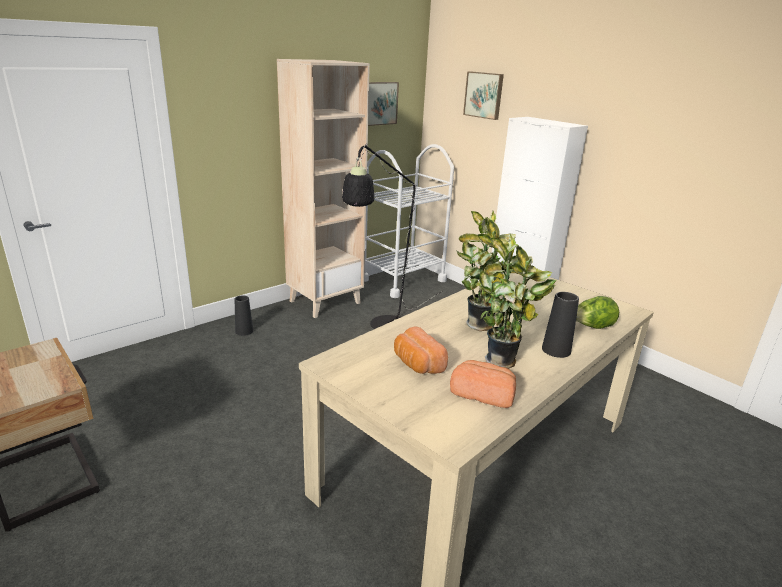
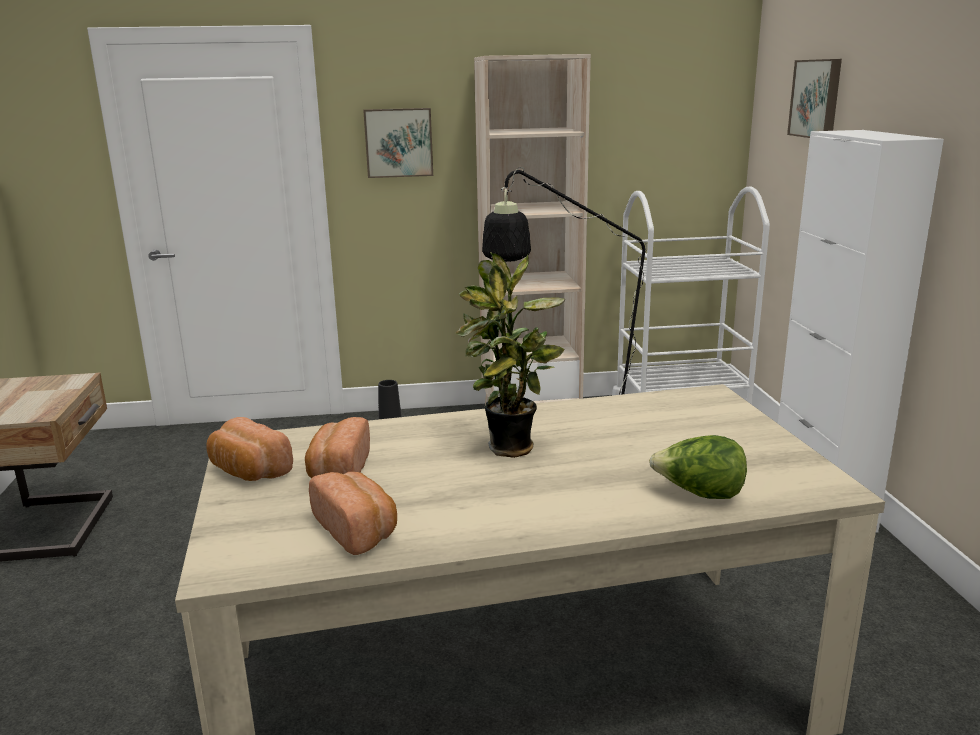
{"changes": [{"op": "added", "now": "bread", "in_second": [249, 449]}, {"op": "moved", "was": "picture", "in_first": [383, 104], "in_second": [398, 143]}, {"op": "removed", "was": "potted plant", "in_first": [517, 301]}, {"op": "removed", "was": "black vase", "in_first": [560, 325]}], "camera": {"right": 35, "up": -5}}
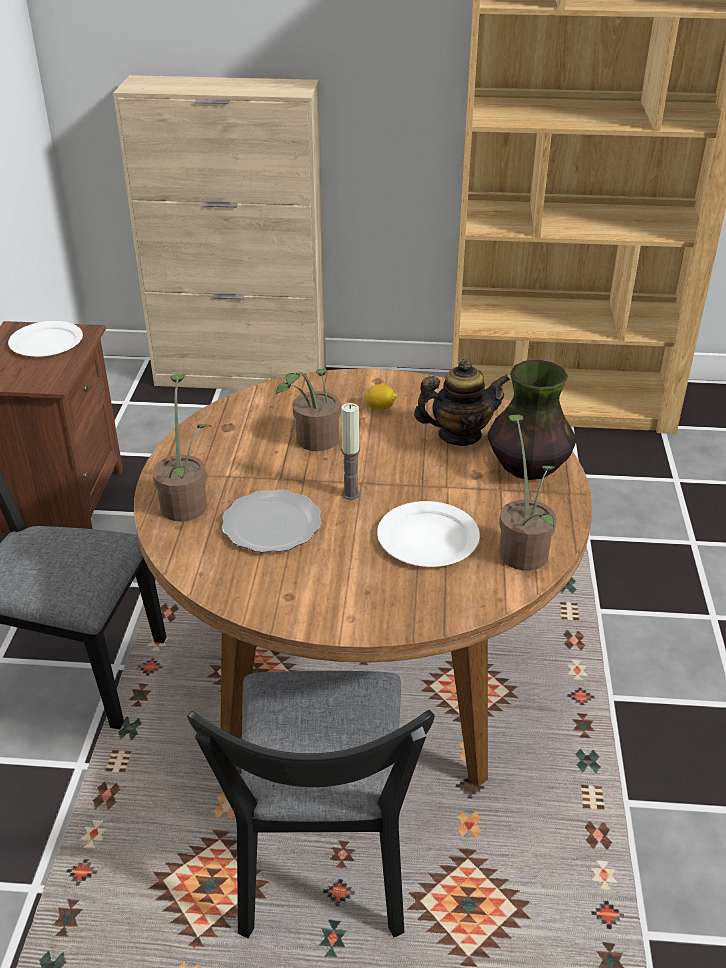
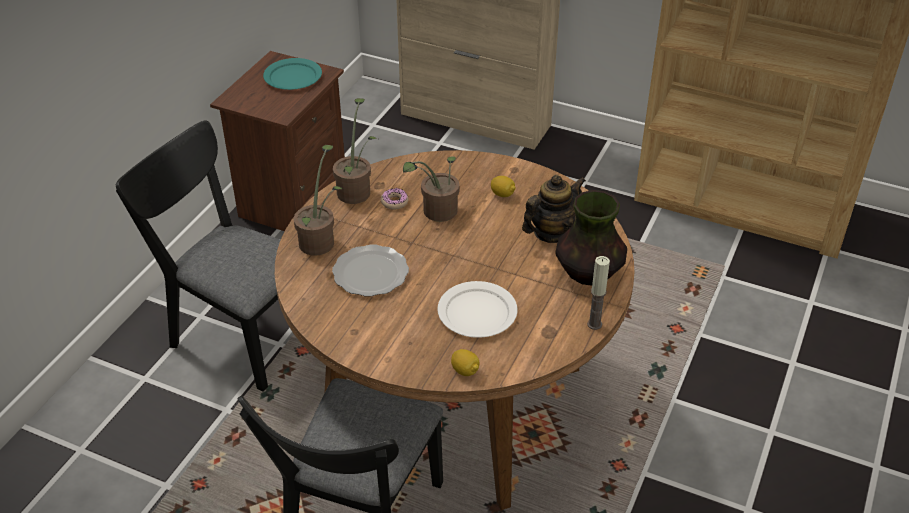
{"changes": [{"op": "recoloured", "was": "white plate", "now": "turquoise plate", "in_first": [45, 339], "in_second": [292, 74]}, {"op": "moved", "was": "potted plant", "in_first": [528, 492], "in_second": [355, 151]}, {"op": "added", "now": "donut", "in_second": [394, 199]}, {"op": "added", "now": "lemon", "in_second": [465, 362]}, {"op": "turned", "was": "teapot", "in_first": [462, 402], "in_second": [554, 209], "clockwise": -45}, {"op": "moved", "was": "candle", "in_first": [350, 451], "in_second": [598, 293]}], "camera": {"right": 20, "up": 5}}
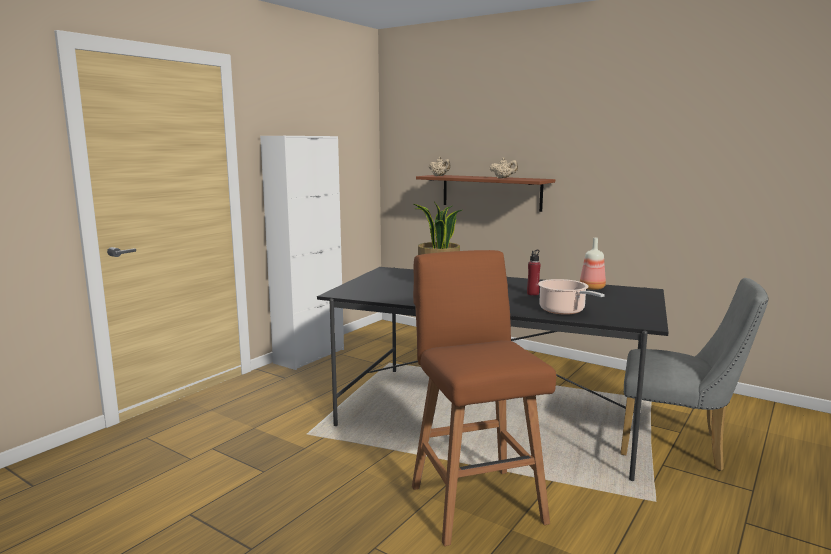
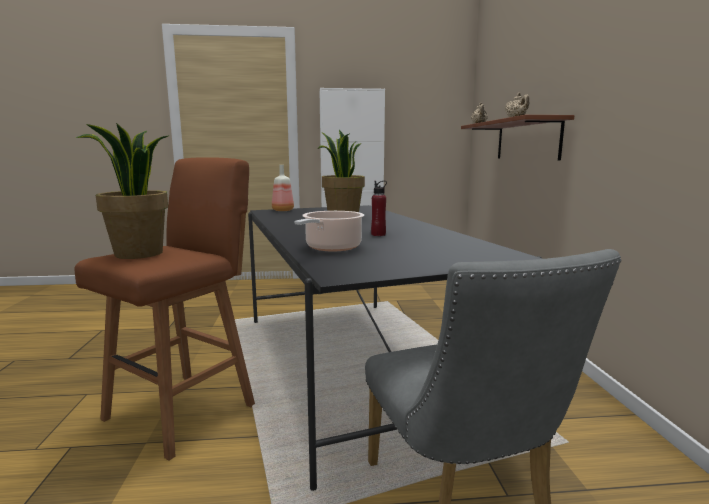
{"changes": [{"op": "added", "now": "potted plant", "in_second": [122, 191]}, {"op": "moved", "was": "bottle", "in_first": [593, 264], "in_second": [283, 188]}], "camera": {"right": 50, "up": 0}}
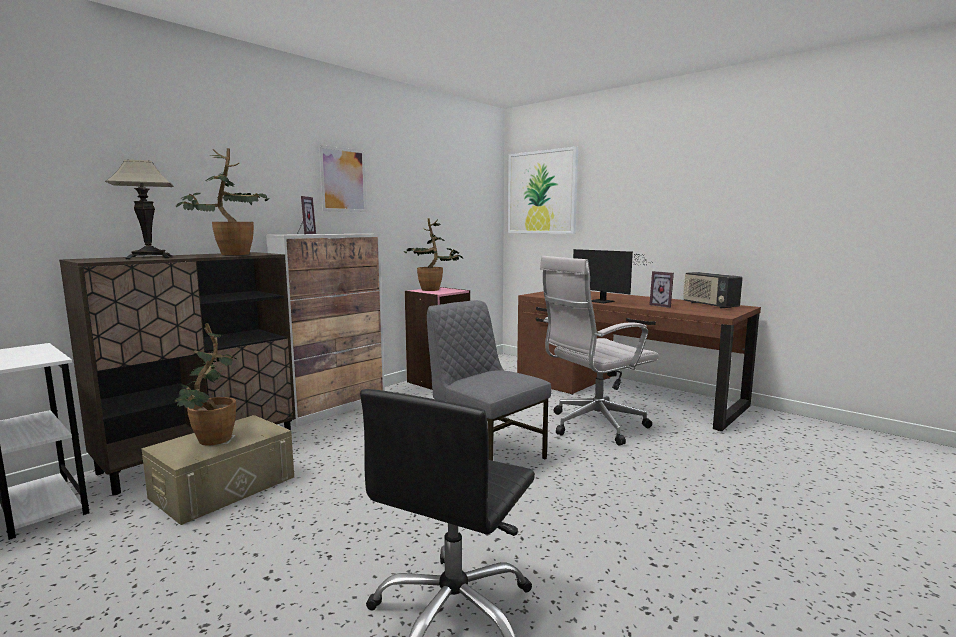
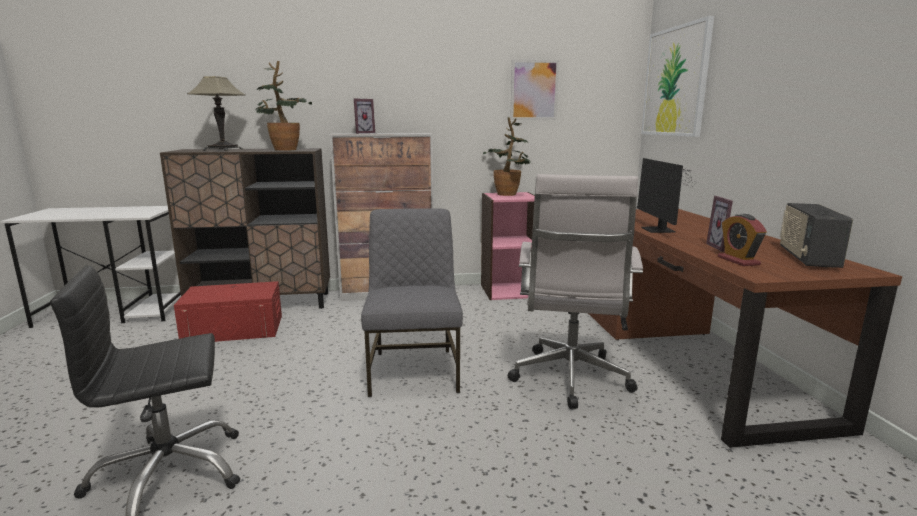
{"changes": [{"op": "recoloured", "was": "beige storage box", "now": "red storage box", "in_first": [217, 470], "in_second": [228, 311]}, {"op": "turned", "was": "white office chair", "in_first": [599, 351], "in_second": [575, 291], "clockwise": -90}, {"op": "moved", "was": "picture", "in_first": [343, 178], "in_second": [534, 89]}, {"op": "added", "now": "alarm clock", "in_second": [742, 240]}, {"op": "removed", "was": "potted plant", "in_first": [205, 384]}], "camera": {"right": 40, "up": 5}}
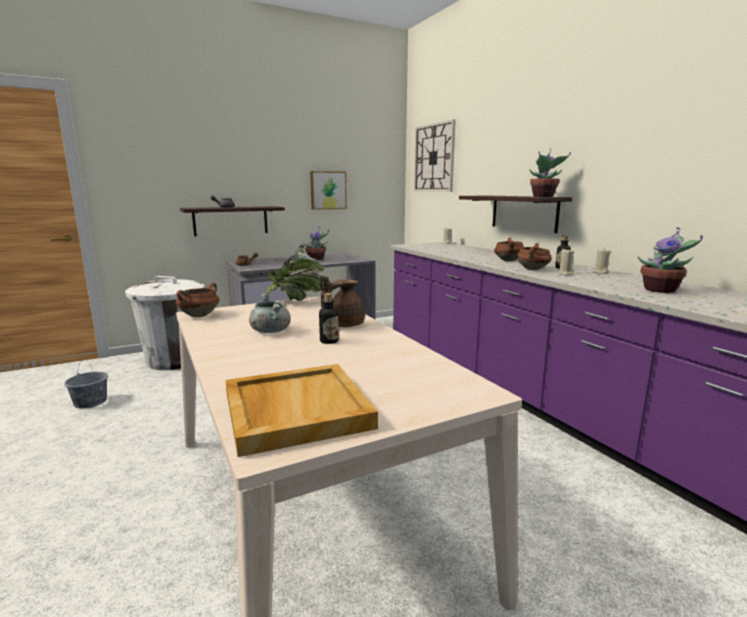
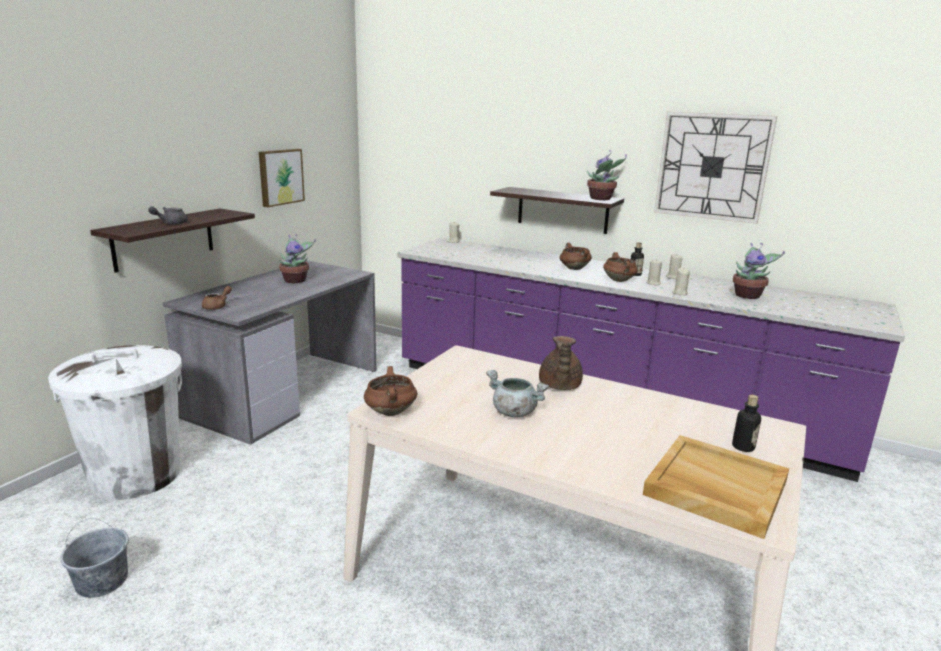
{"changes": [{"op": "moved", "was": "wall clock", "in_first": [435, 155], "in_second": [715, 168]}, {"op": "added", "now": "beige candle", "in_second": [681, 281]}, {"op": "moved", "was": "bottle", "in_first": [329, 318], "in_second": [746, 423]}, {"op": "removed", "was": "potted plant", "in_first": [296, 273]}], "camera": {"right": -35, "up": 5}}
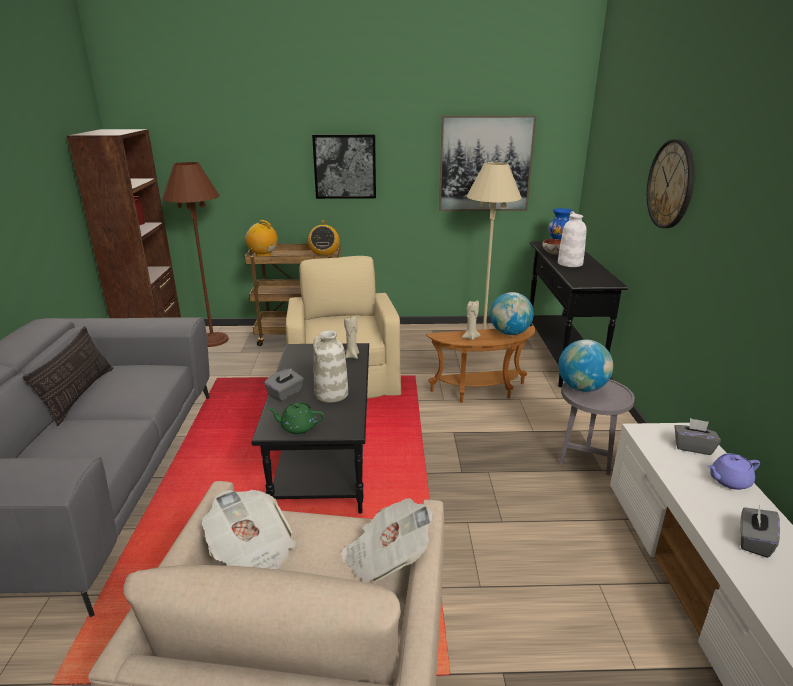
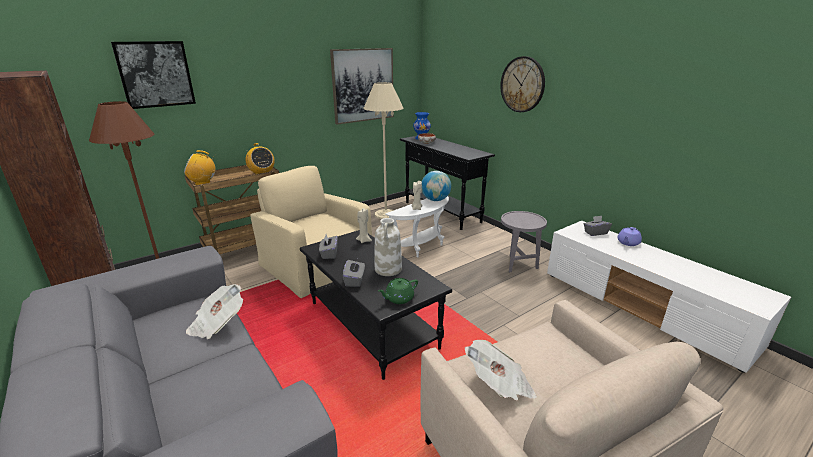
{"changes": [{"op": "moved", "was": "picture", "in_first": [344, 166], "in_second": [153, 75]}, {"op": "moved", "was": "newspaper", "in_first": [387, 540], "in_second": [214, 311]}, {"op": "moved", "was": "grey tissue box", "in_first": [760, 531], "in_second": [328, 246]}, {"op": "recoloured", "was": "brown side table", "now": "white side table", "in_first": [481, 364], "in_second": [417, 226]}, {"op": "removed", "was": "pillow", "in_first": [68, 376]}, {"op": "removed", "was": "white vase", "in_first": [572, 239]}, {"op": "removed", "was": "globe", "in_first": [585, 365]}], "camera": {"right": -35, "up": 0}}
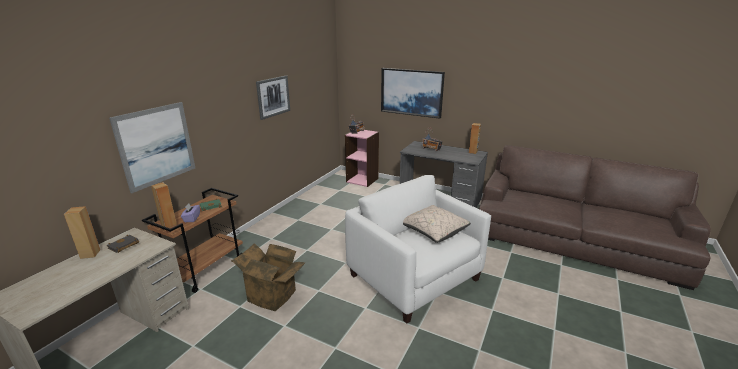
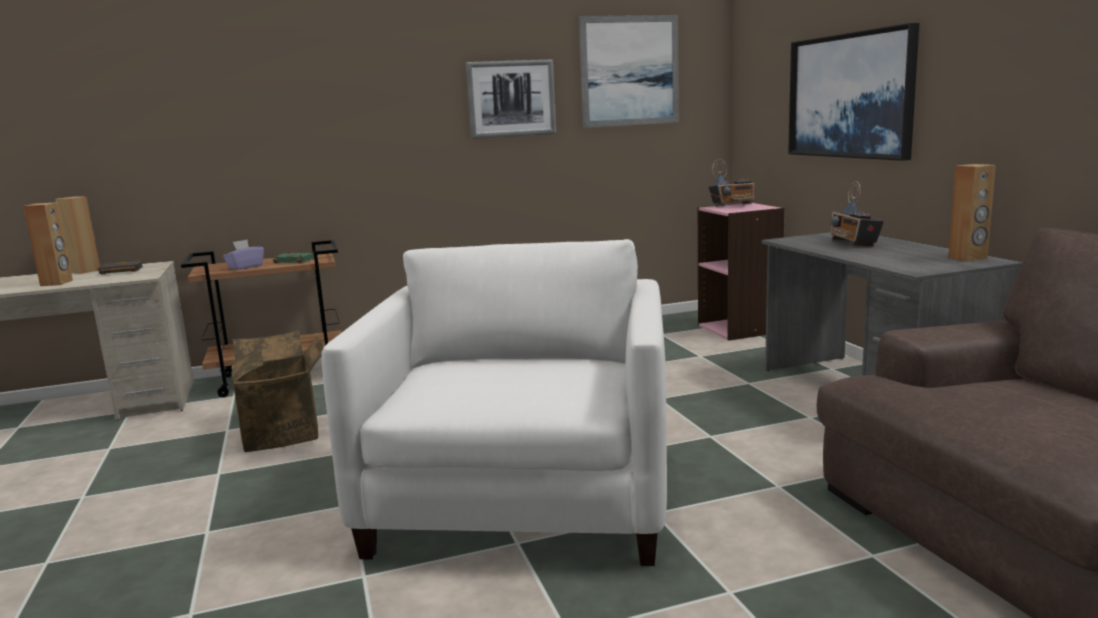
{"changes": [{"op": "moved", "was": "brown speaker", "in_first": [164, 205], "in_second": [48, 244]}, {"op": "moved", "was": "picture", "in_first": [152, 147], "in_second": [629, 71]}, {"op": "removed", "was": "beige pillow", "in_first": [437, 224]}], "camera": {"right": 45, "up": -10}}
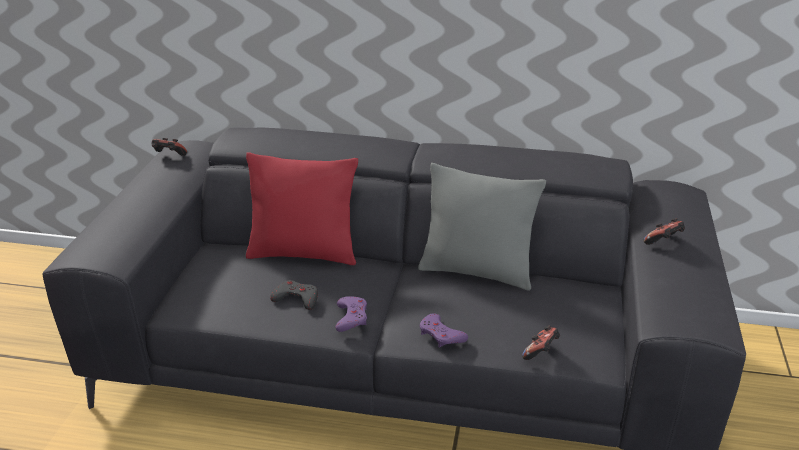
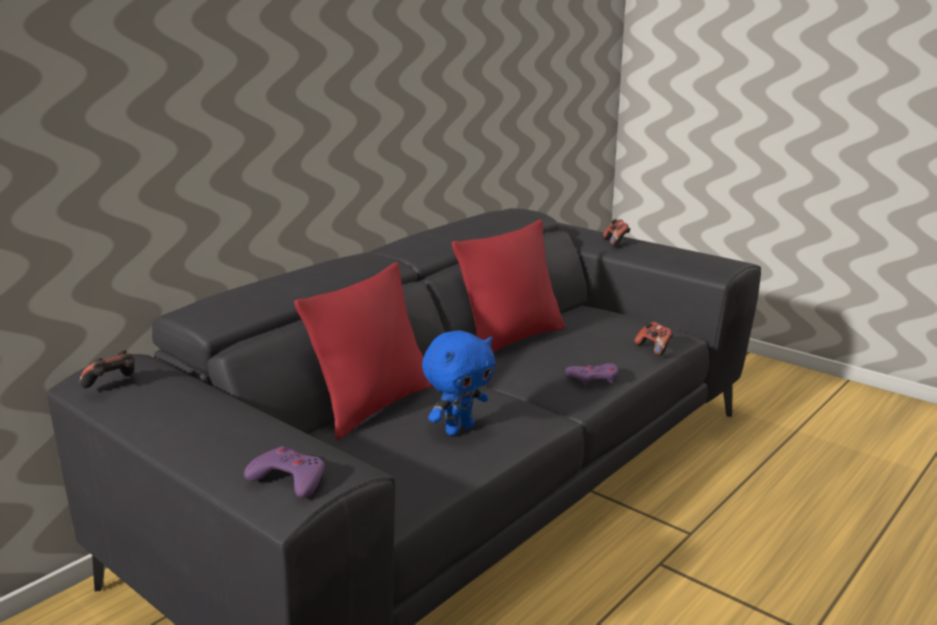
{"changes": [{"op": "moved", "was": "purple game controller", "in_first": [351, 314], "in_second": [284, 472]}, {"op": "replaced", "was": "grey game controller", "now": "blue plush toy", "in_first": [294, 295], "in_second": [458, 383]}, {"op": "recoloured", "was": "grey pillow", "now": "red pillow", "in_first": [482, 227], "in_second": [508, 286]}], "camera": {"right": -60, "up": -10}}
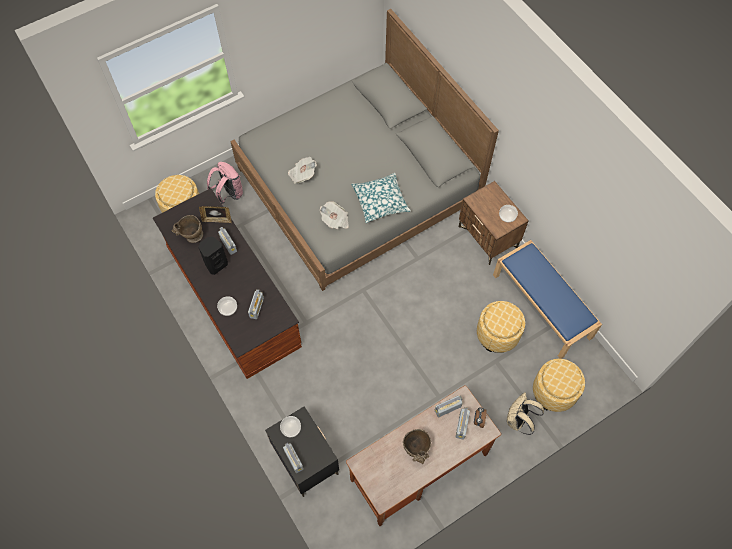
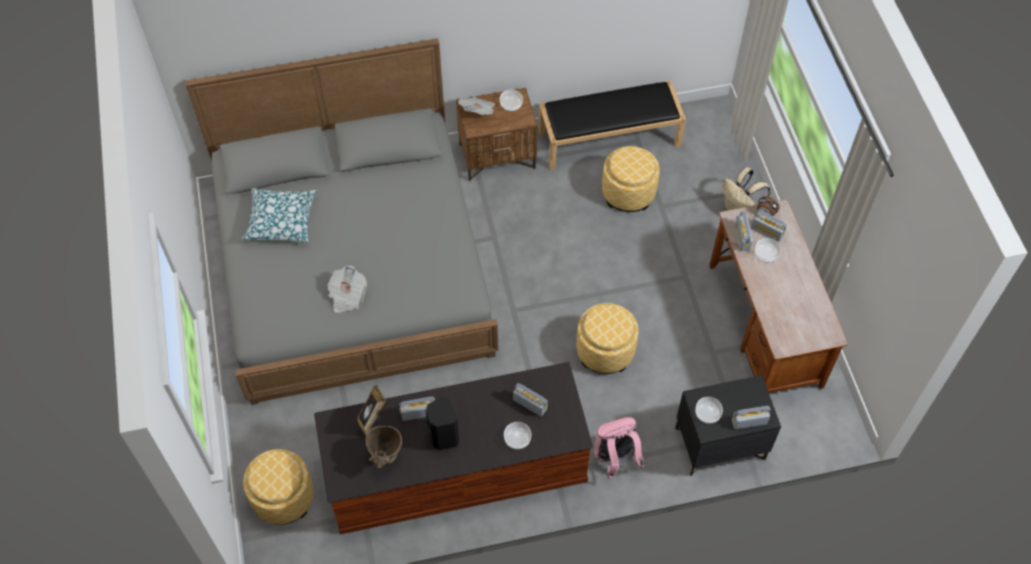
{"changes": [{"op": "moved", "was": "pillow", "in_first": [381, 198], "in_second": [279, 215]}, {"op": "moved", "was": "newspaper", "in_first": [334, 215], "in_second": [476, 106]}, {"op": "recoloured", "was": "blue bench", "now": "black bench", "in_first": [547, 299], "in_second": [612, 125]}, {"op": "moved", "was": "ottoman", "in_first": [559, 385], "in_second": [607, 338]}, {"op": "moved", "was": "pink backpack", "in_first": [225, 183], "in_second": [619, 448]}, {"op": "added", "now": "bowl", "in_second": [767, 250]}, {"op": "removed", "was": "beige vase", "in_first": [417, 446]}], "camera": {"right": -70, "up": -5}}
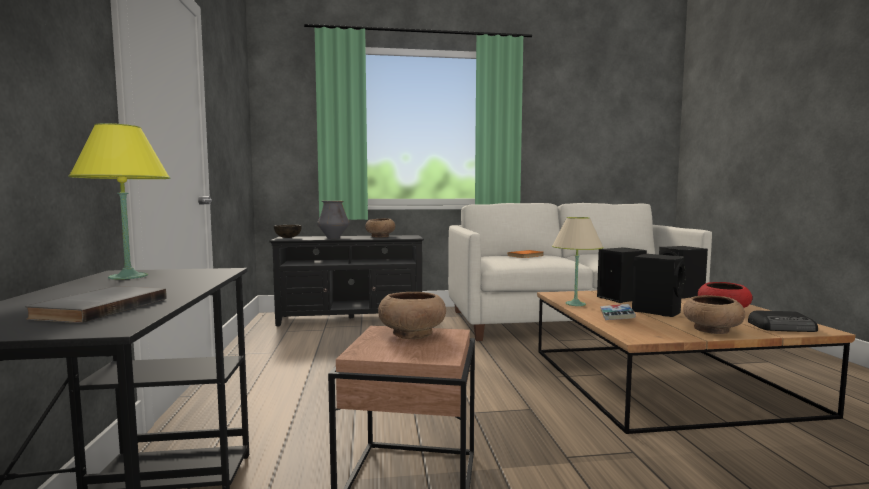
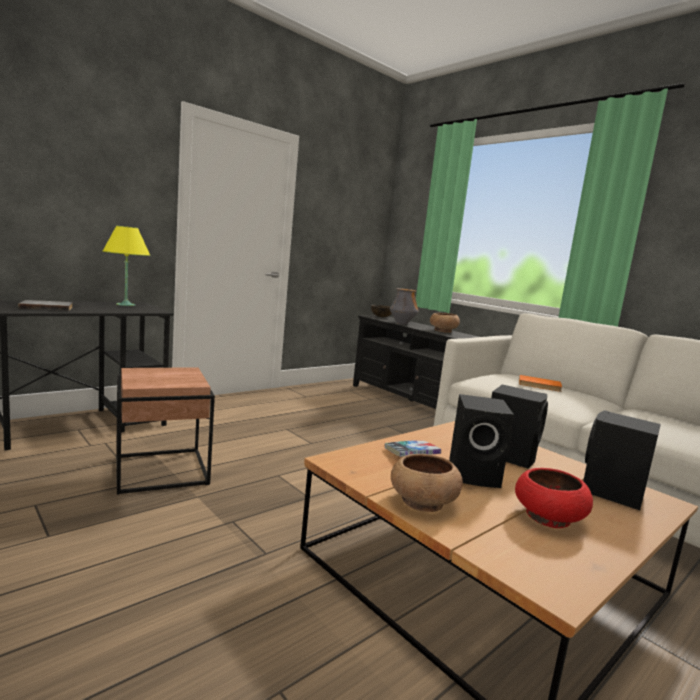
{"changes": [{"op": "removed", "was": "brown bowl", "in_first": [412, 315]}, {"op": "removed", "was": "beige table lamp", "in_first": [578, 261]}, {"op": "removed", "was": "radio", "in_first": [783, 321]}], "camera": {"right": 55, "up": 5}}
